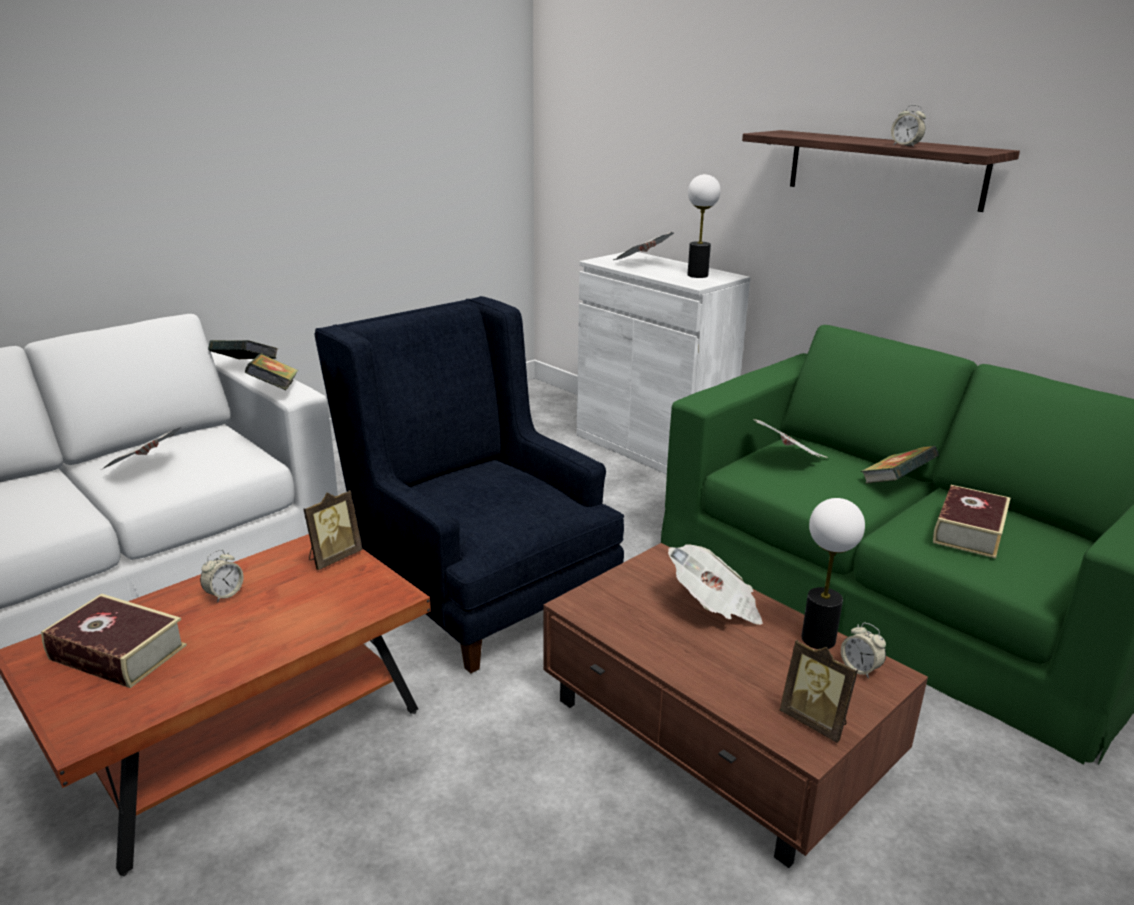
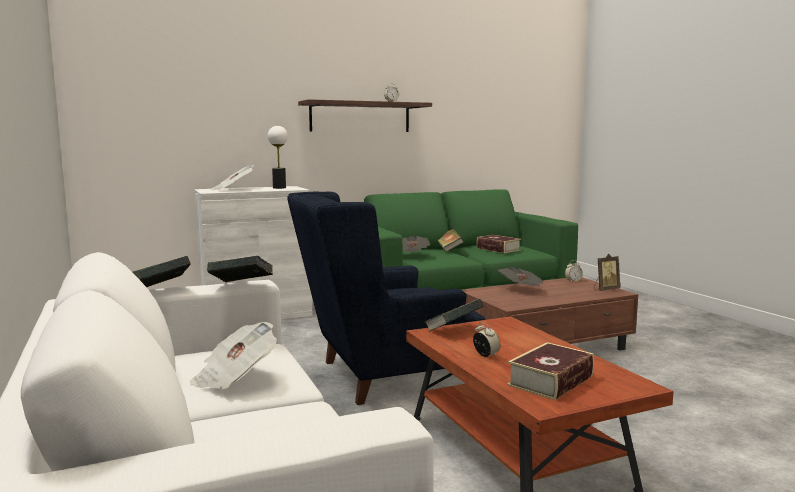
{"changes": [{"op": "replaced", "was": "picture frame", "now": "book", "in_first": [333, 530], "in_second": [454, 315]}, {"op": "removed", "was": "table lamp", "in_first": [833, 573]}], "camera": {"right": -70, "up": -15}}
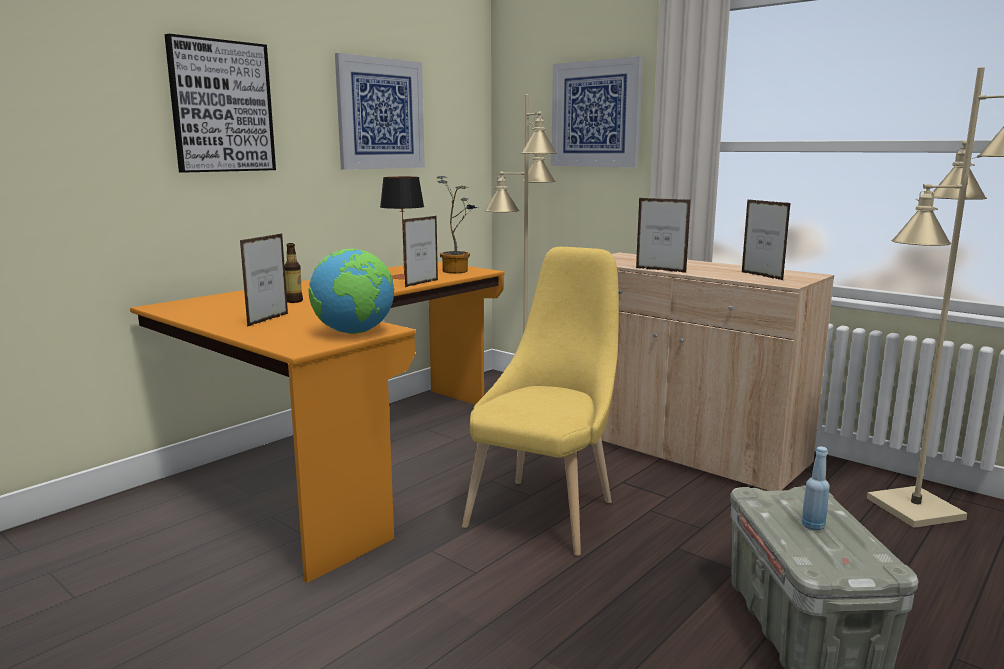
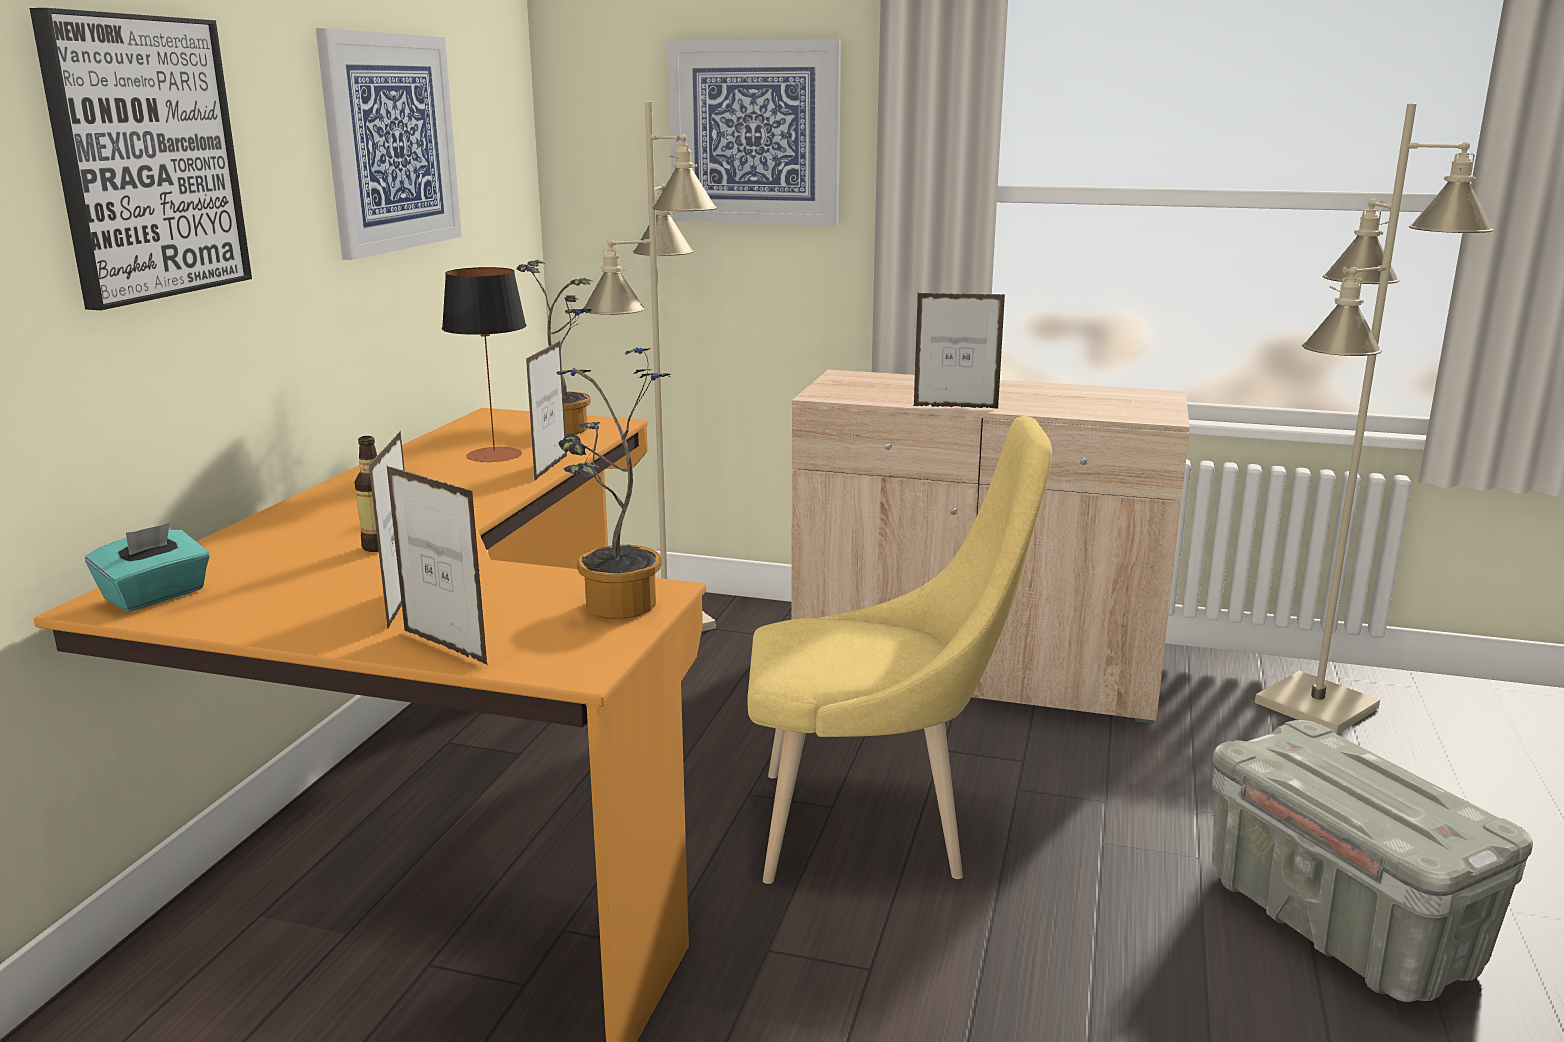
{"changes": [{"op": "added", "now": "turquoise tissue box", "in_second": [147, 567]}, {"op": "moved", "was": "picture frame", "in_first": [766, 239], "in_second": [437, 565]}, {"op": "replaced", "was": "globe", "now": "potted plant", "in_first": [351, 291], "in_second": [614, 483]}, {"op": "turned", "was": "yellow chair", "in_first": [540, 401], "in_second": [900, 650], "clockwise": 90}, {"op": "removed", "was": "blue bottle", "in_first": [816, 488]}], "camera": {"right": -25, "up": 5}}
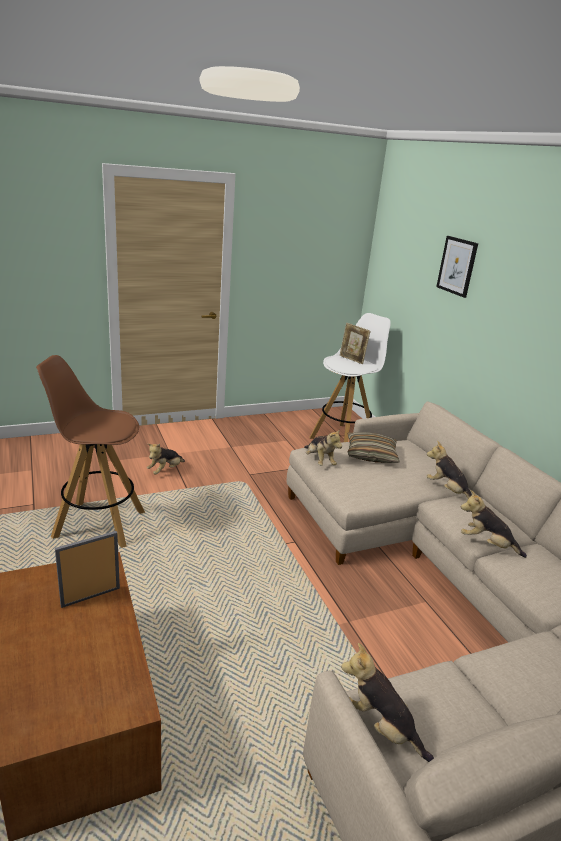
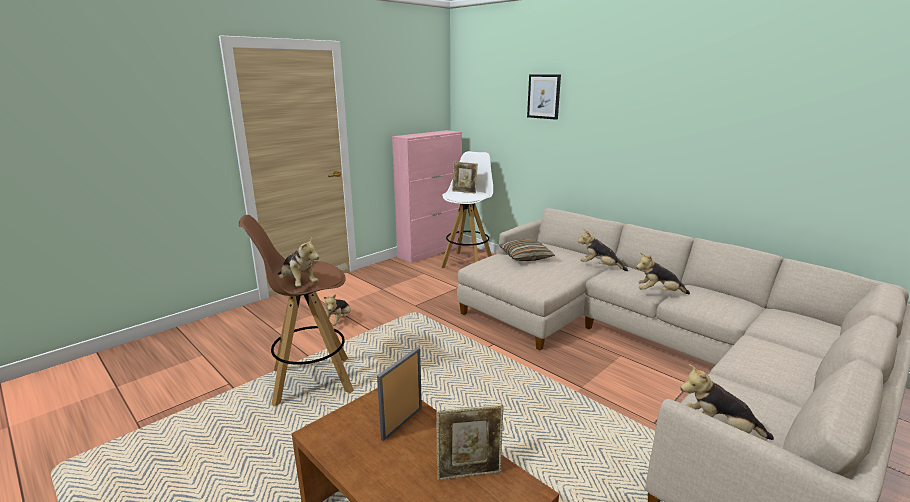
{"changes": [{"op": "moved", "was": "plush toy", "in_first": [323, 447], "in_second": [298, 262]}, {"op": "added", "now": "pink cabinet", "in_second": [427, 196]}, {"op": "added", "now": "picture frame", "in_second": [470, 442]}], "camera": {"right": -20, "up": -5}}
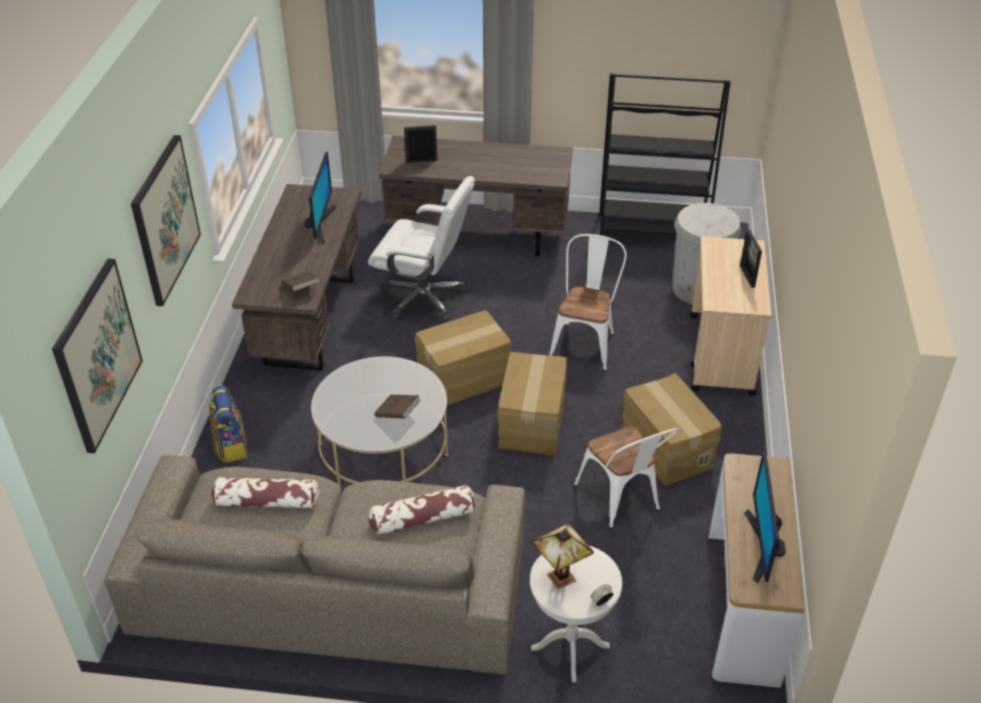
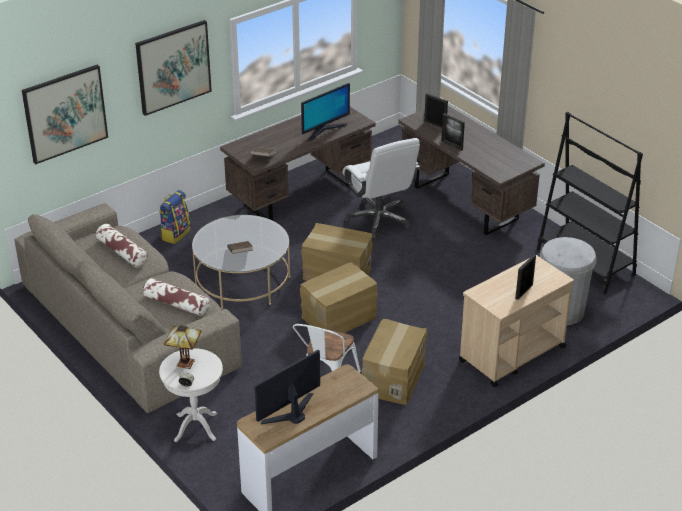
{"changes": [{"op": "added", "now": "picture frame", "in_second": [453, 132]}, {"op": "removed", "was": "white chair", "in_first": [588, 302]}], "camera": {"right": 45, "up": -5}}
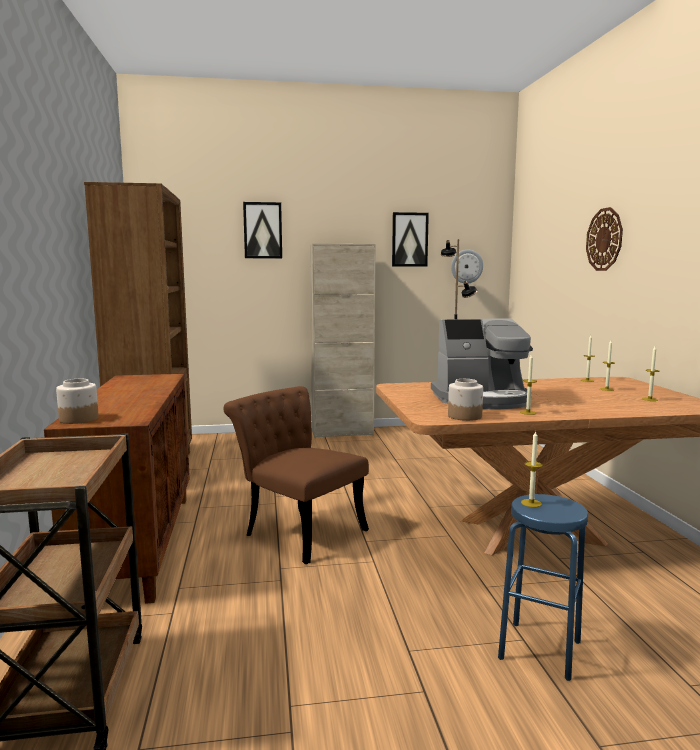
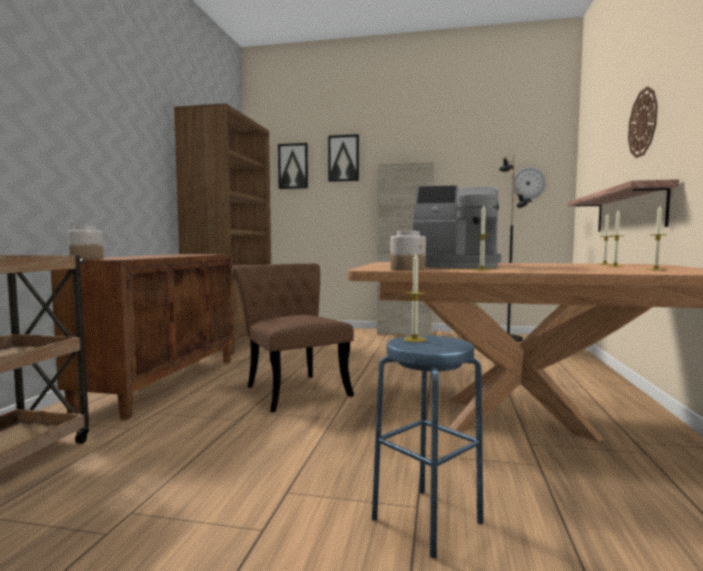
{"changes": [{"op": "moved", "was": "picture", "in_first": [410, 239], "in_second": [293, 166]}, {"op": "added", "now": "shelf", "in_second": [623, 205]}], "camera": {"right": 20, "up": -5}}
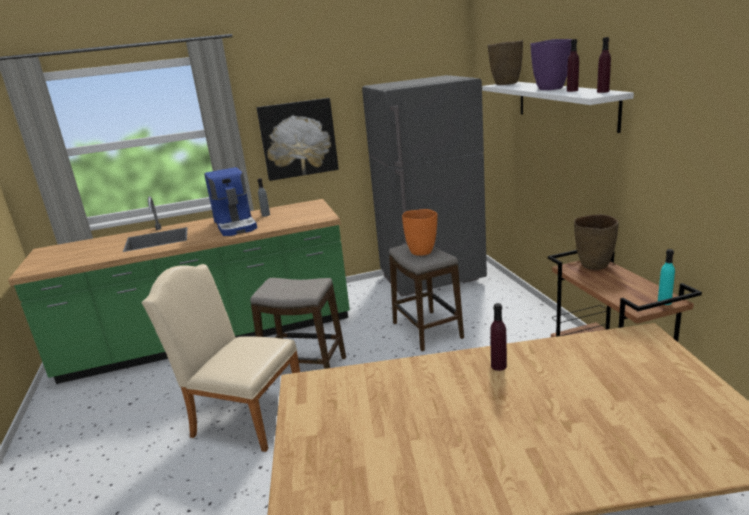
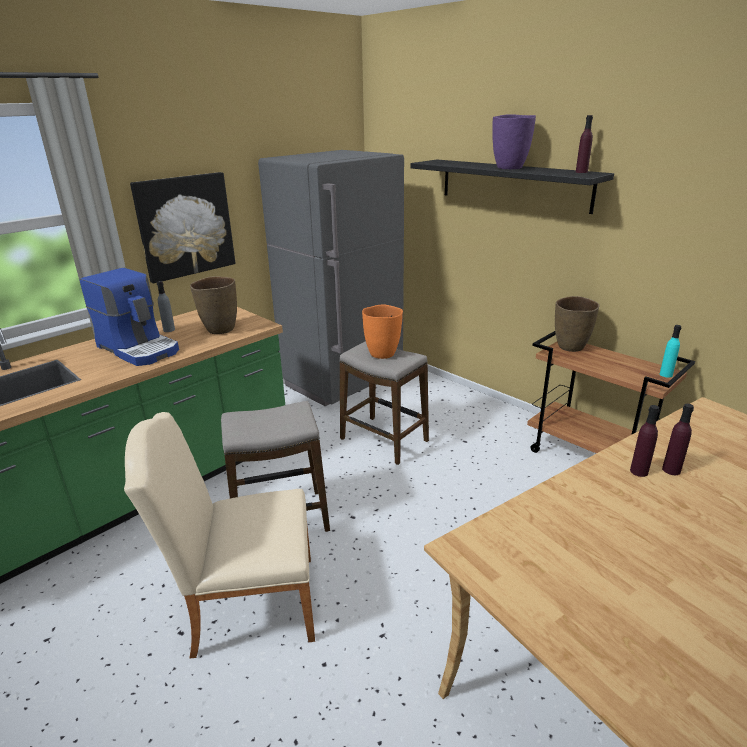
{"changes": [{"op": "moved", "was": "brown vase", "in_first": [505, 62], "in_second": [213, 305]}, {"op": "recoloured", "was": "white shelf", "now": "black shelf", "in_first": [558, 107], "in_second": [512, 187]}, {"op": "moved", "was": "purple bottle", "in_first": [573, 65], "in_second": [678, 439]}], "camera": {"right": -30, "up": 5}}
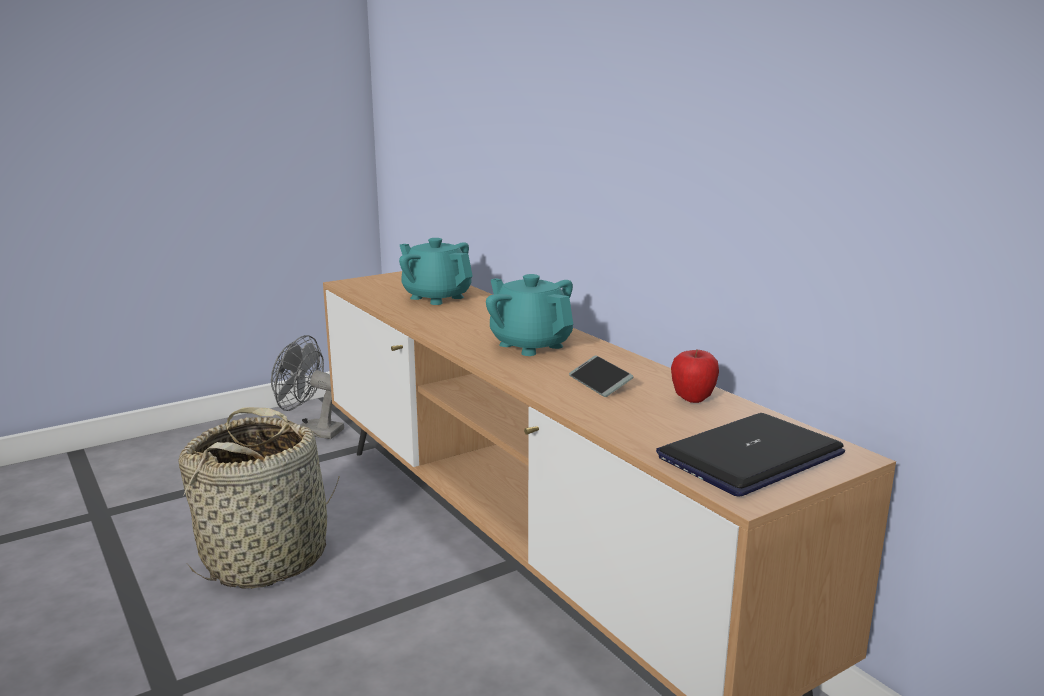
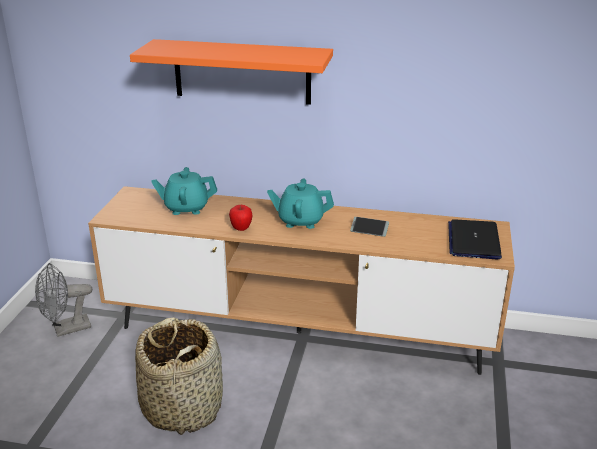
{"changes": [{"op": "added", "now": "orange shelf", "in_second": [231, 72]}, {"op": "moved", "was": "apple", "in_first": [695, 376], "in_second": [240, 218]}], "camera": {"right": -45, "up": 10}}
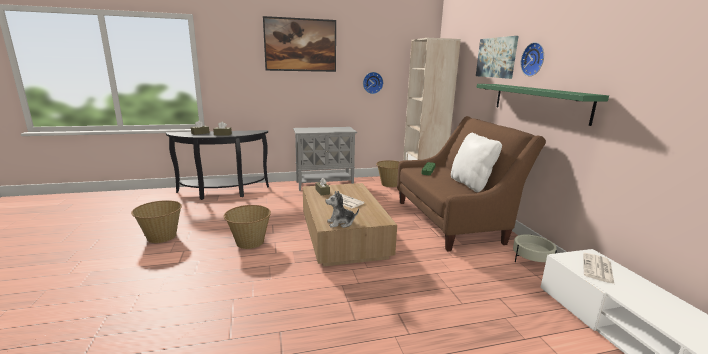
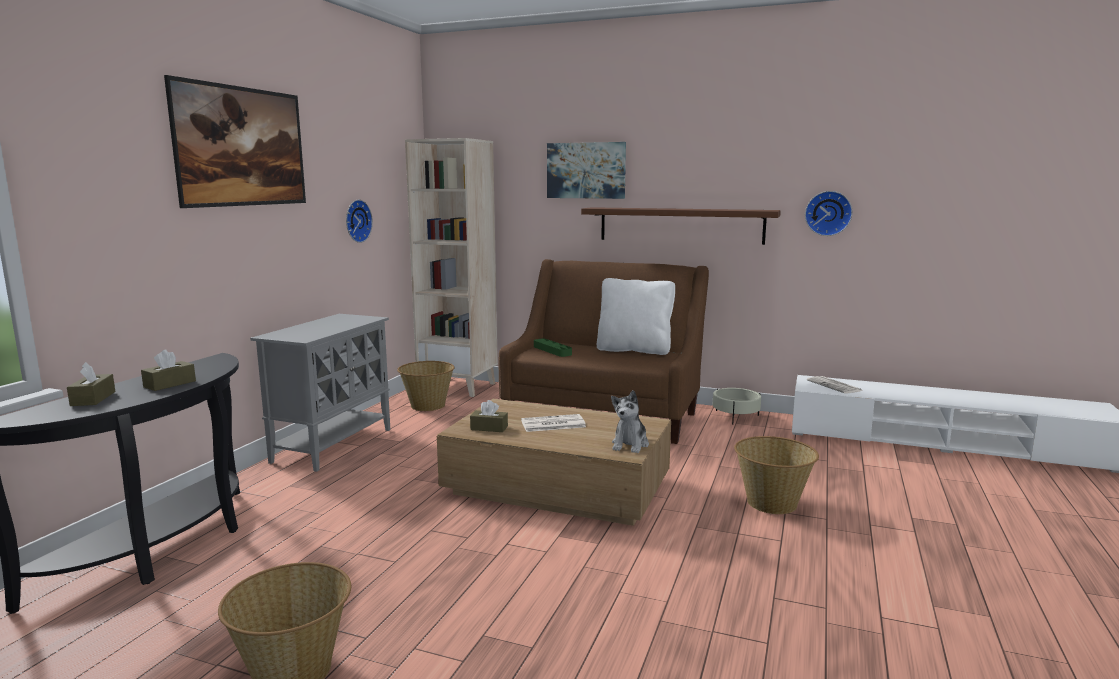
{"changes": [{"op": "recoloured", "was": "green shelf", "now": "brown shelf", "in_first": [542, 105], "in_second": [681, 226]}, {"op": "moved", "was": "basket", "in_first": [247, 227], "in_second": [776, 475]}, {"op": "moved", "was": "wall clock", "in_first": [532, 59], "in_second": [829, 213]}], "camera": {"right": -55, "up": -5}}
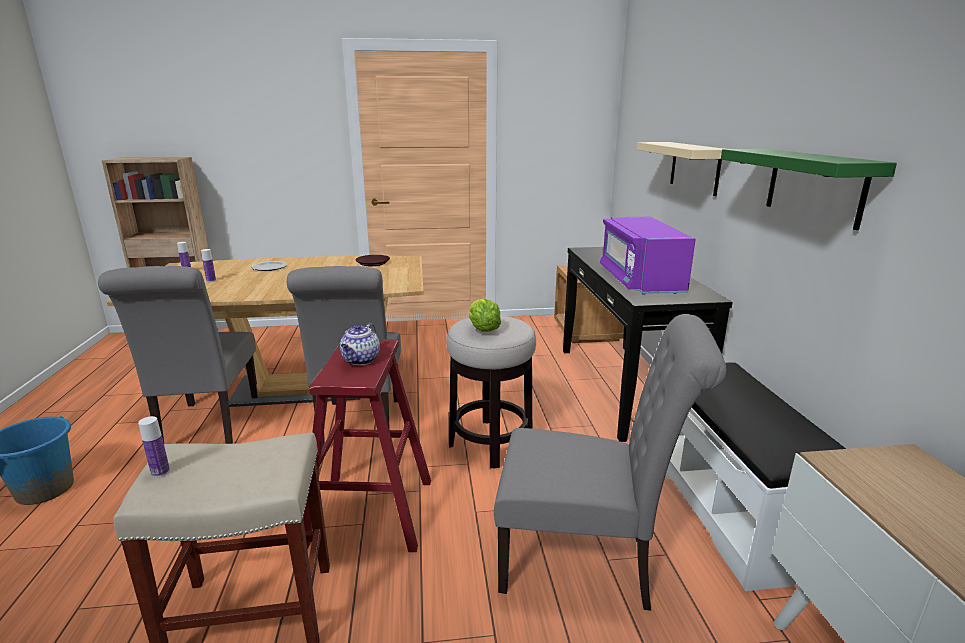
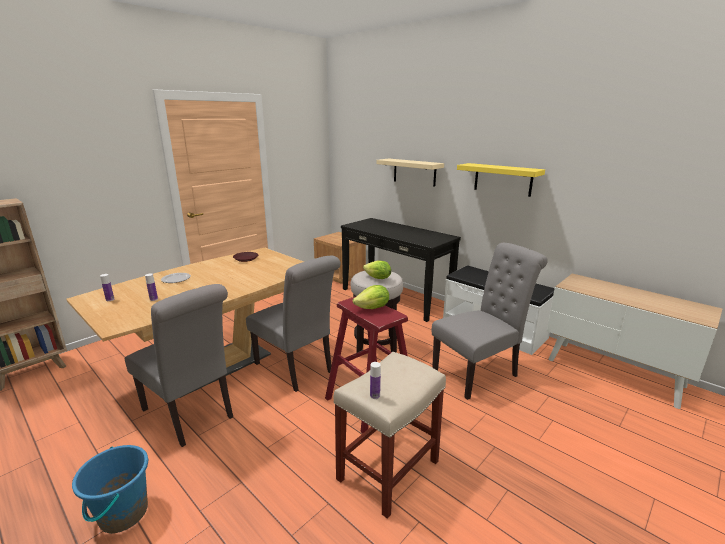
{"changes": [{"op": "replaced", "was": "teapot", "now": "lettuce", "in_first": [360, 344], "in_second": [371, 297]}, {"op": "recoloured", "was": "green shelf", "now": "yellow shelf", "in_first": [809, 189], "in_second": [501, 180]}, {"op": "removed", "was": "purple microwave", "in_first": [648, 256]}], "camera": {"right": -40, "up": 0}}
